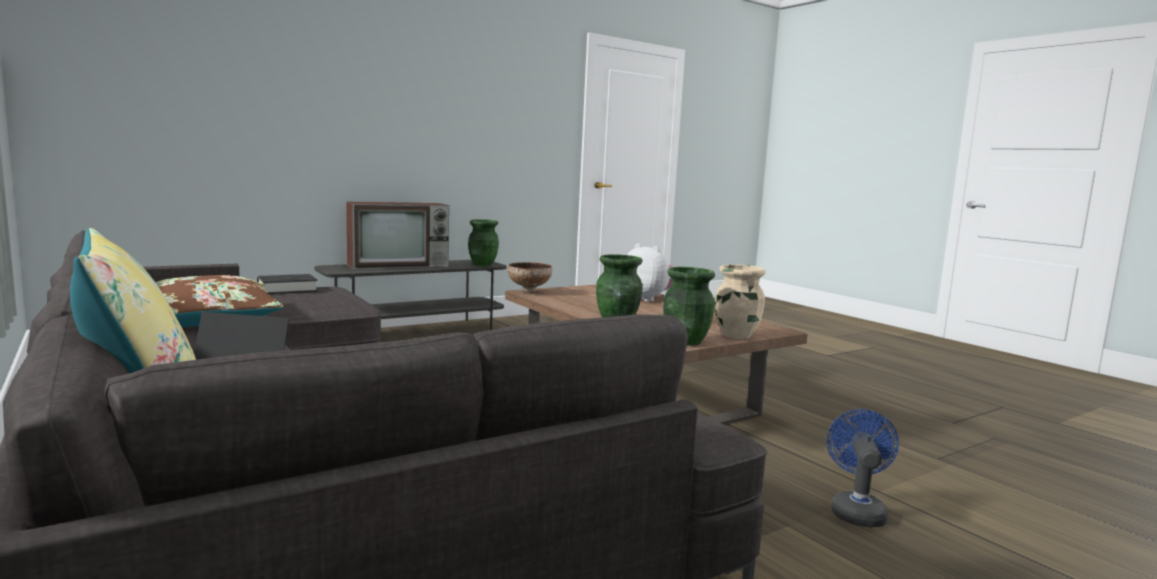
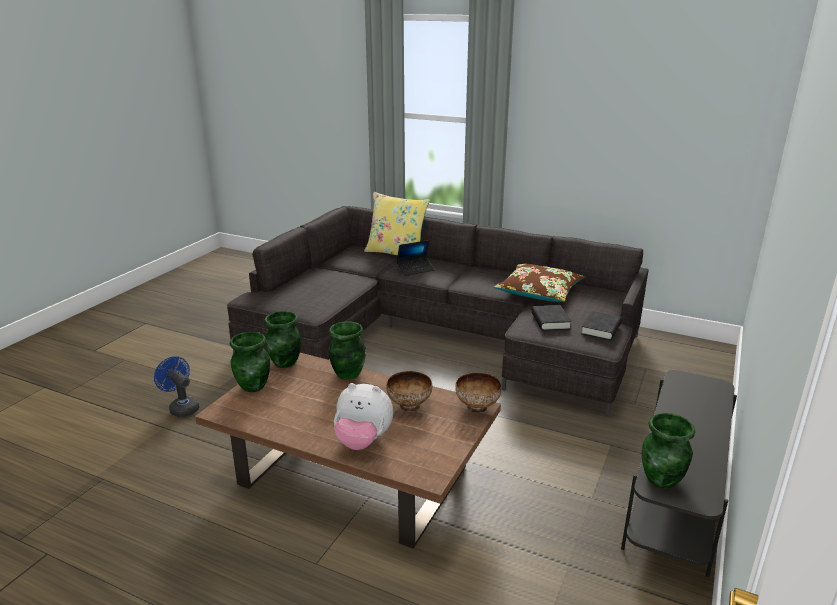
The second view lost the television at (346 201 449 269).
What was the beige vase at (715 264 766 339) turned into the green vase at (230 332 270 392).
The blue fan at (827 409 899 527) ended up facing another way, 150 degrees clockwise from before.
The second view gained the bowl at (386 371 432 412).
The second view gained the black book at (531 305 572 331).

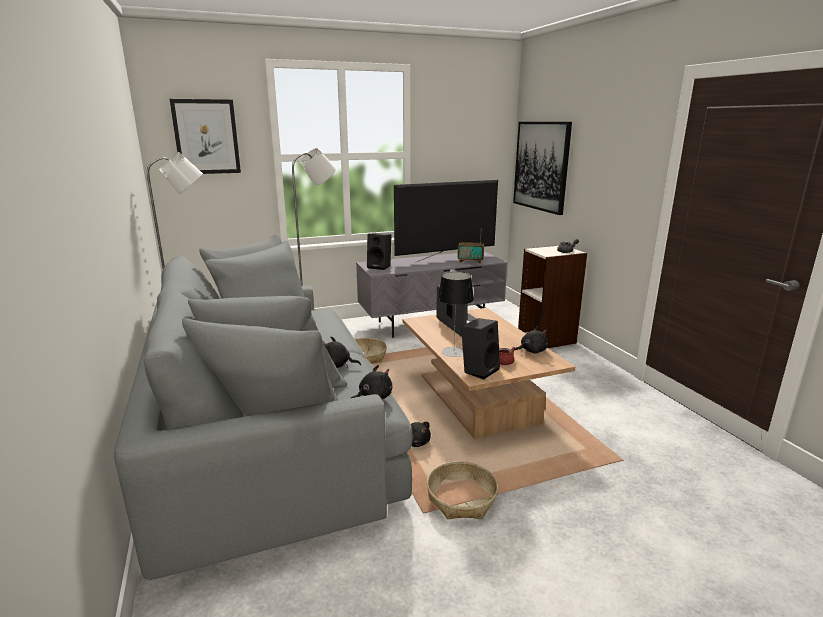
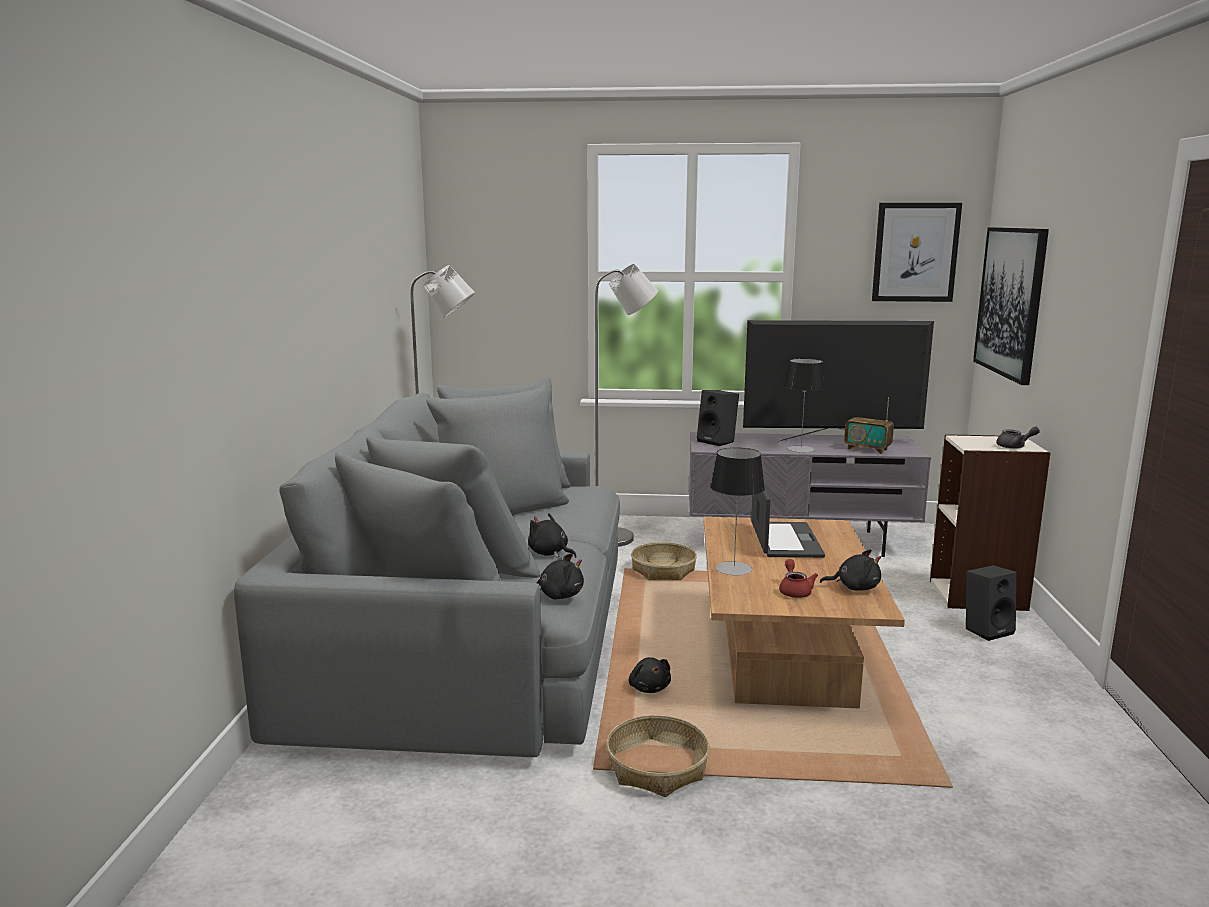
The picture ended up elsewhere, having gone from (170 99 241 174) to (872 203 962 302).
The black speaker ended up elsewhere, having gone from (461 318 500 379) to (966 565 1017 641).
The second view gained the table lamp at (785 358 825 452).

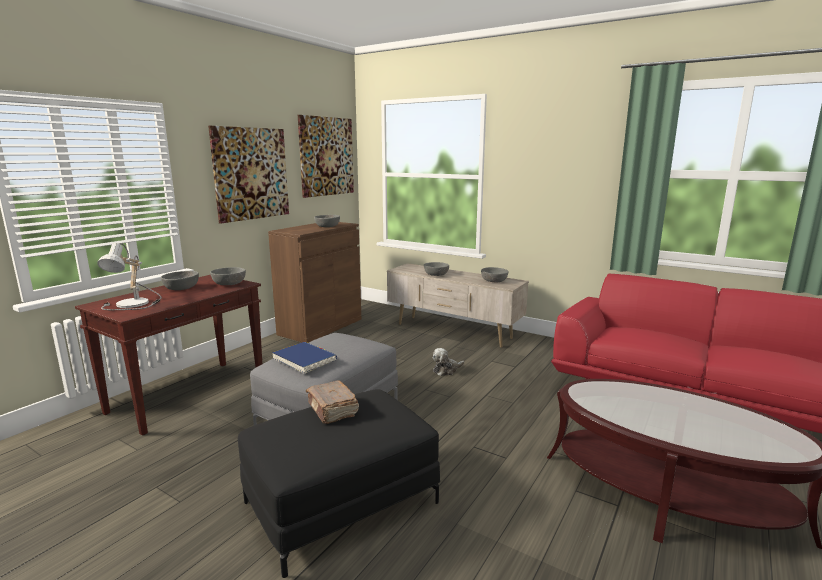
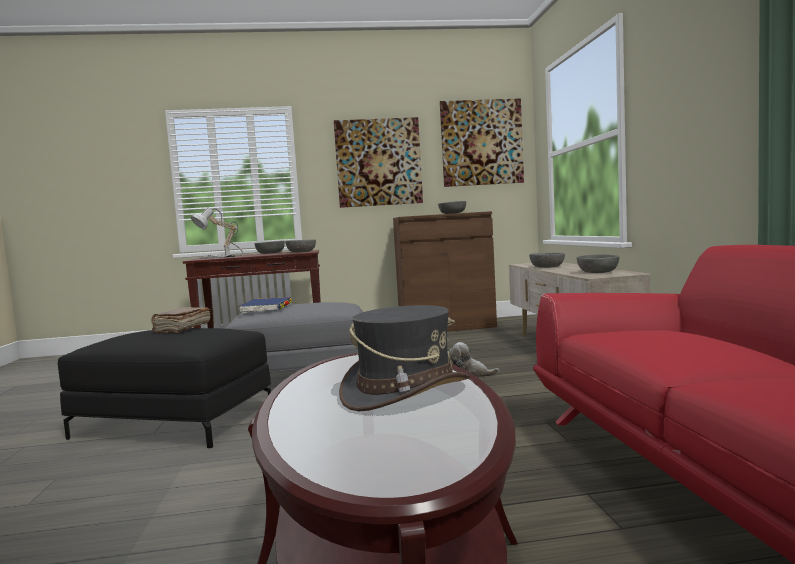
The second view gained the grey hat at (339 305 470 411).

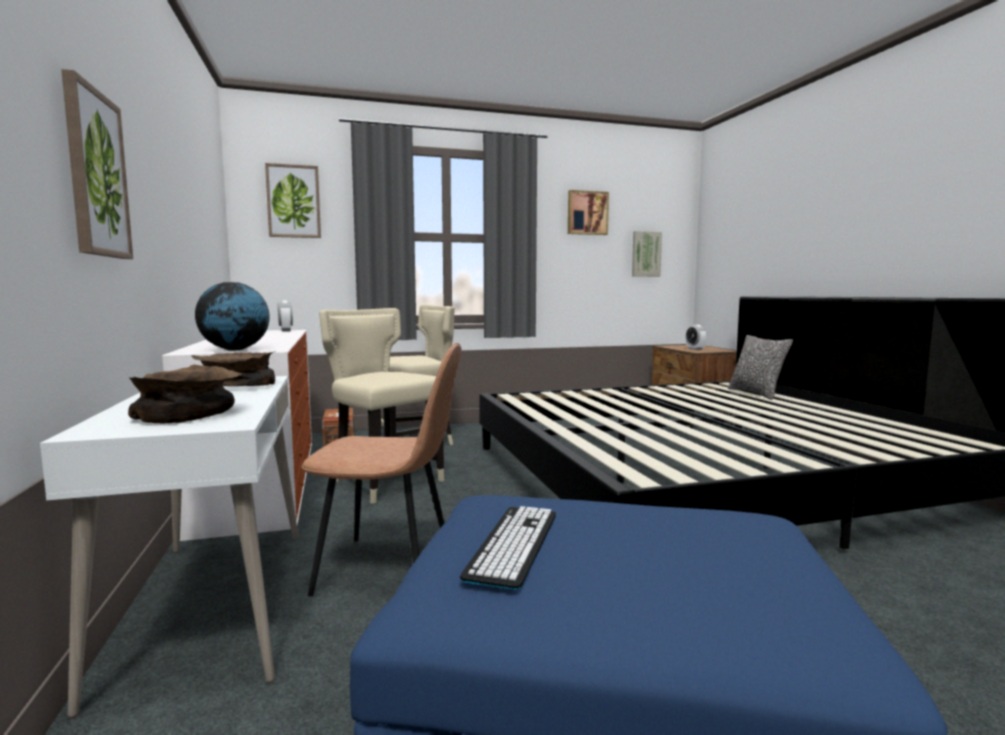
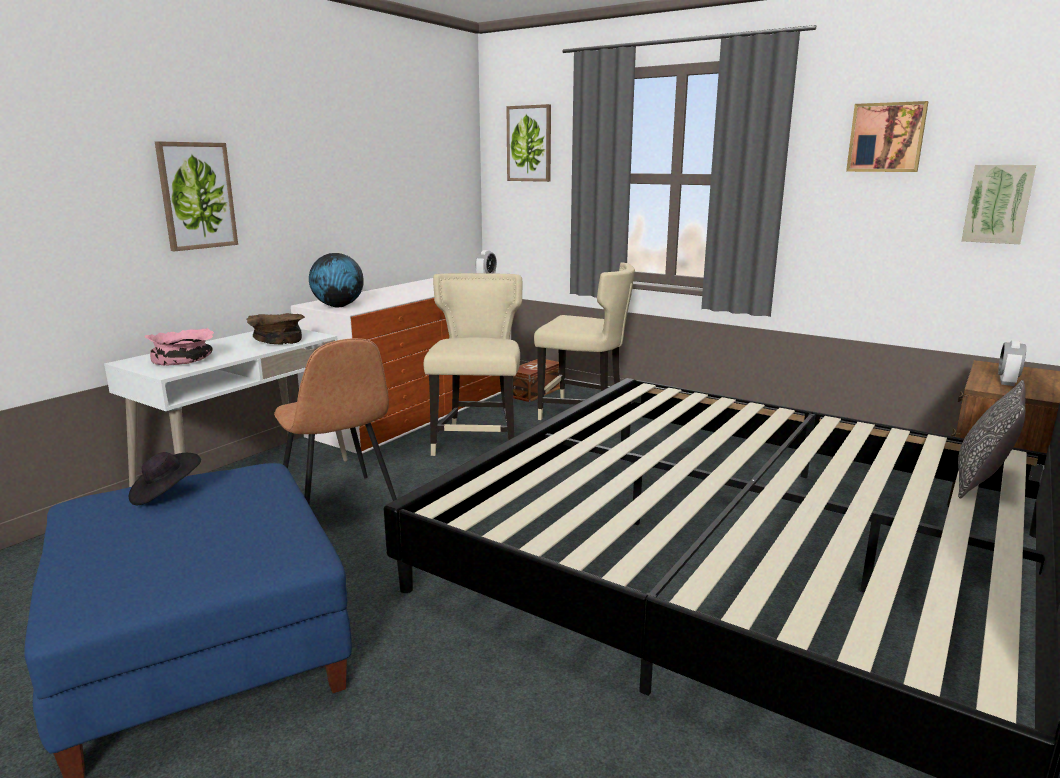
What was the brown bowl at (128 365 243 423) turned into the pink bowl at (145 328 214 365).
Where the keyboard stood at (460 506 556 590), the black hat came to stand at (129 452 201 505).

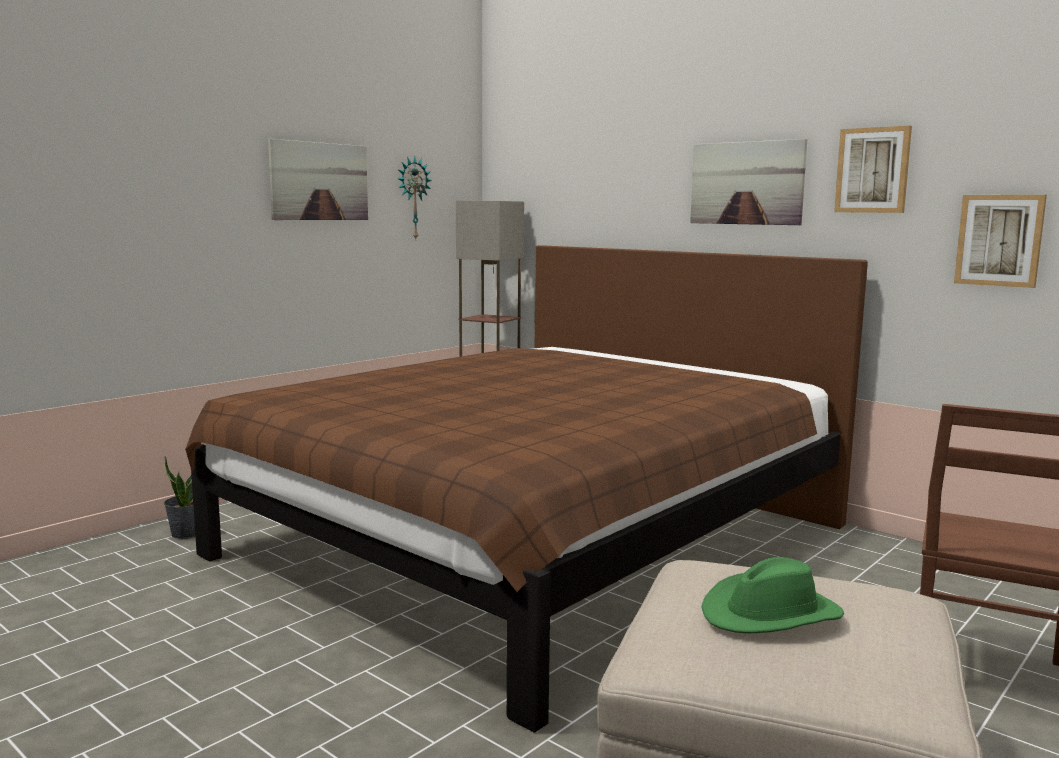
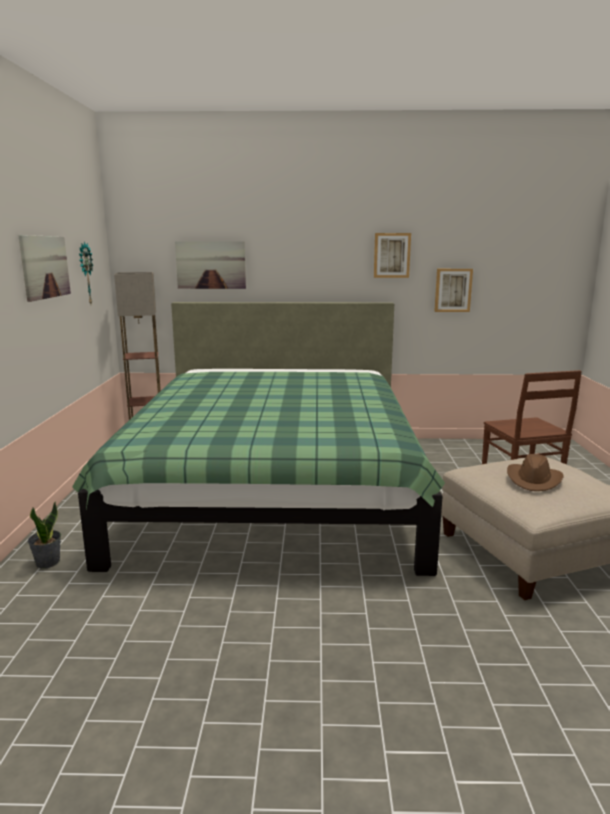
What was the brown bed at (185 245 868 733) turned into the green bed at (72 302 445 576).
The picture ended up elsewhere, having gone from (690 139 807 225) to (175 241 246 289).
What was the green hat at (701 557 844 633) turned into the brown hat at (507 454 564 491).

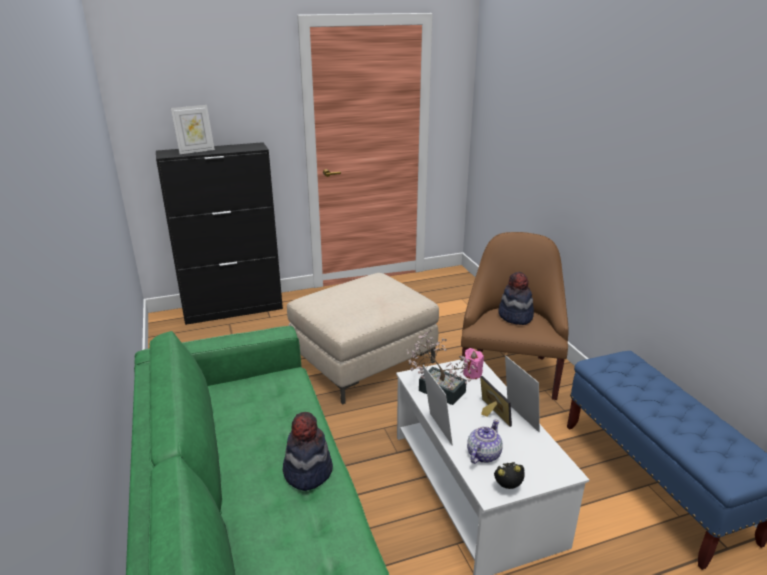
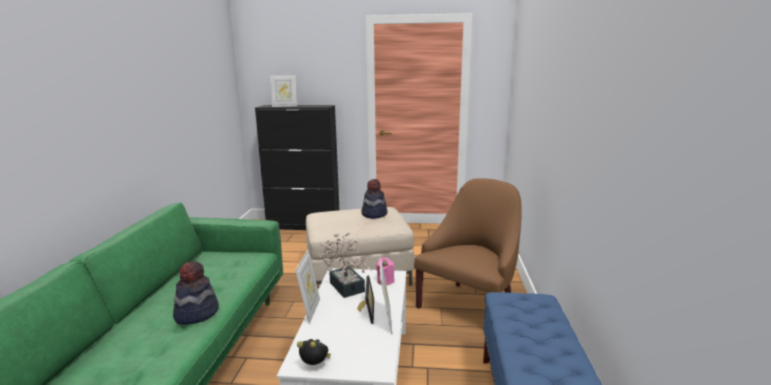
The second view lost the teapot at (467 419 502 464).
The hat ended up elsewhere, having gone from (498 272 534 325) to (361 179 388 219).

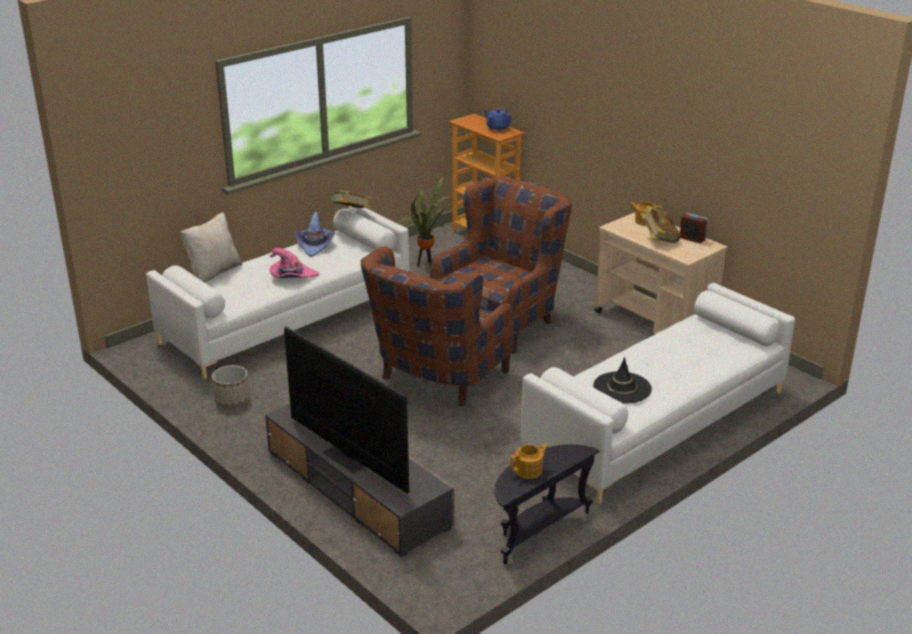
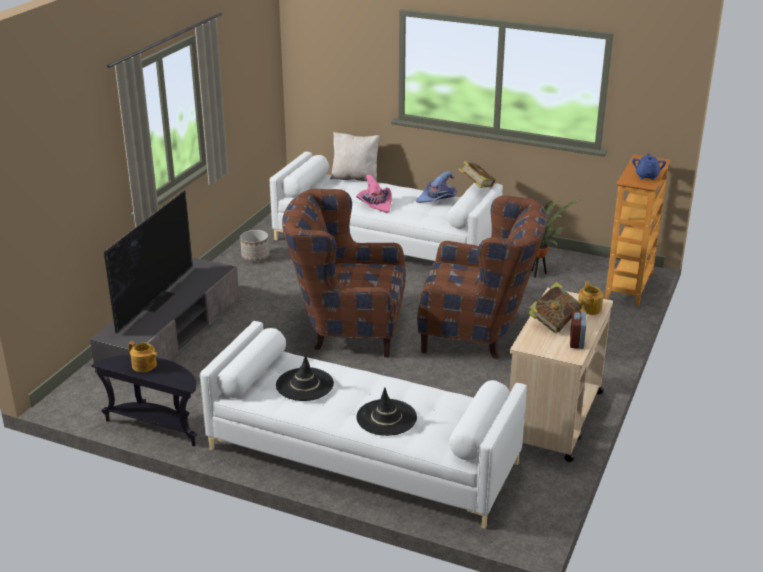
The second view gained the black hat at (356 387 417 436).

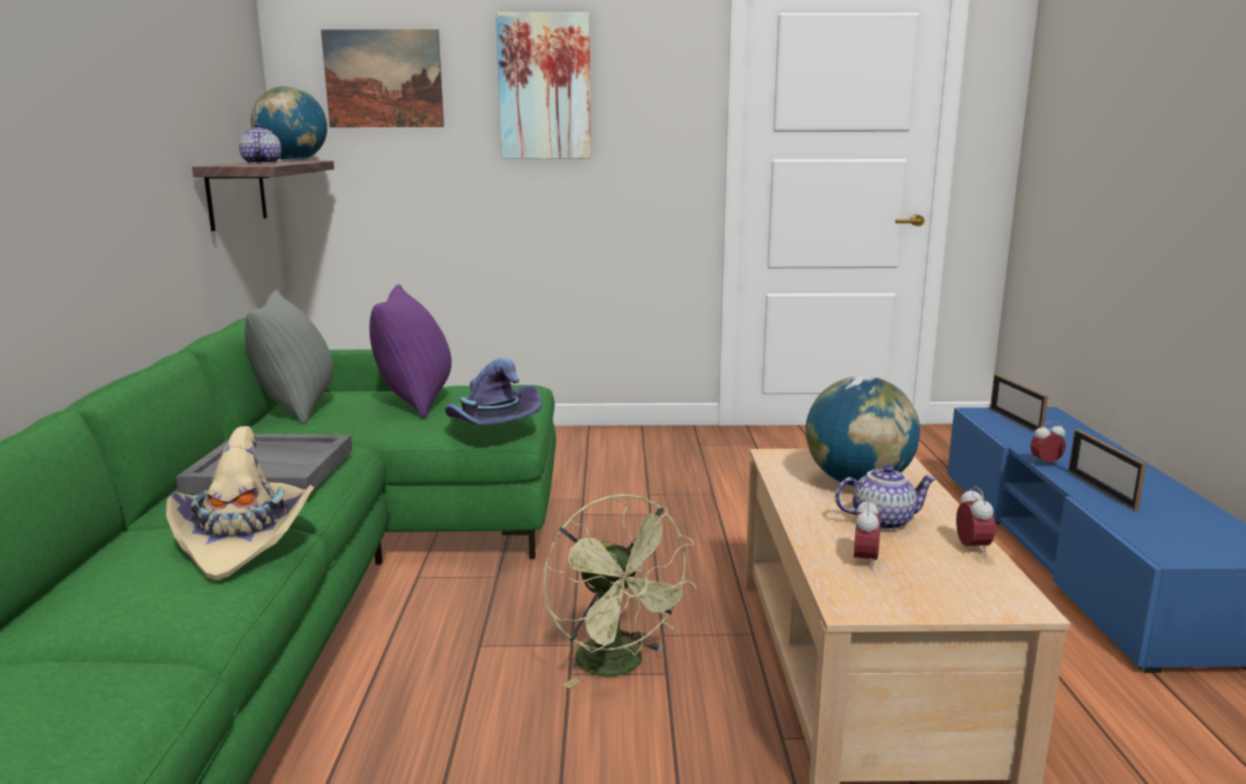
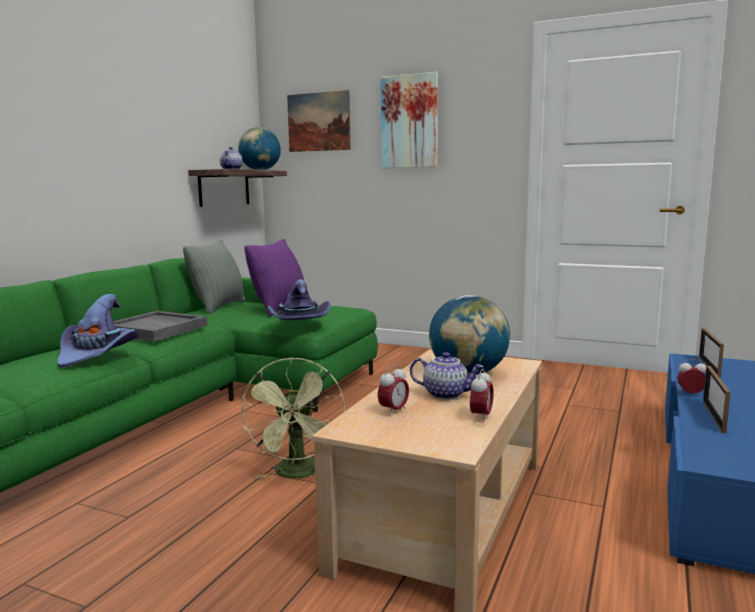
What was the beige hat at (166 426 314 580) turned into the purple hat at (57 294 138 368).

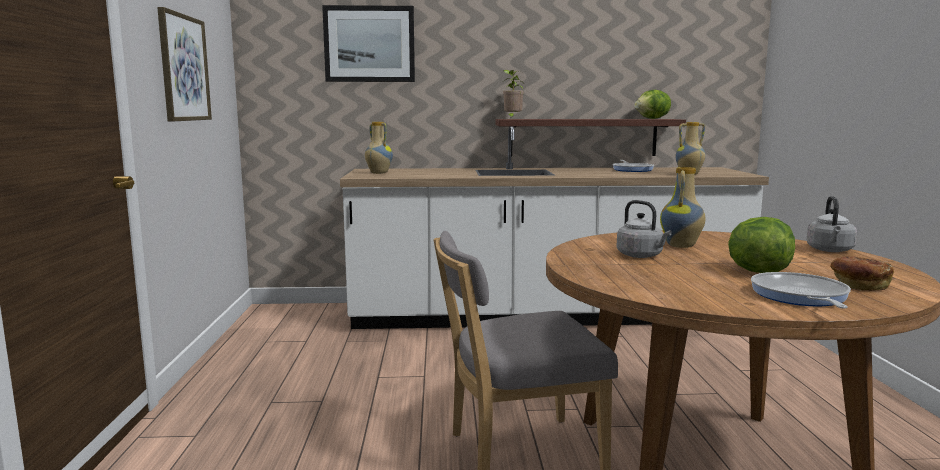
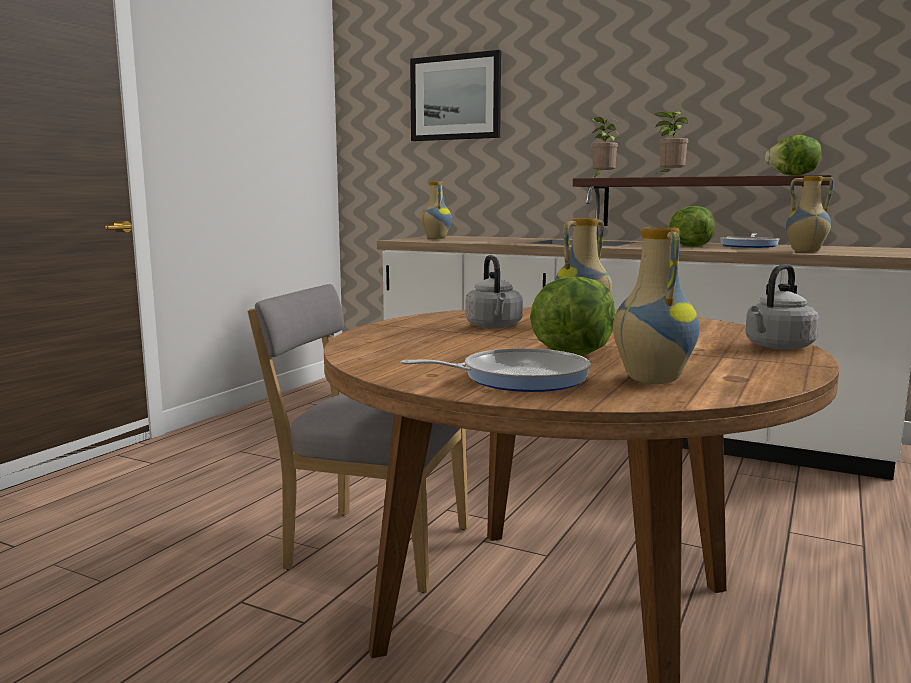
The second view lost the picture at (157 7 212 121).
The frying pan at (751 272 851 309) ended up facing another way, 45 degrees clockwise from before.
Where the bread stood at (830 257 894 291), the vase came to stand at (613 227 700 384).
The second view gained the potted plant at (655 111 688 173).
The second view gained the lettuce at (669 206 715 247).

